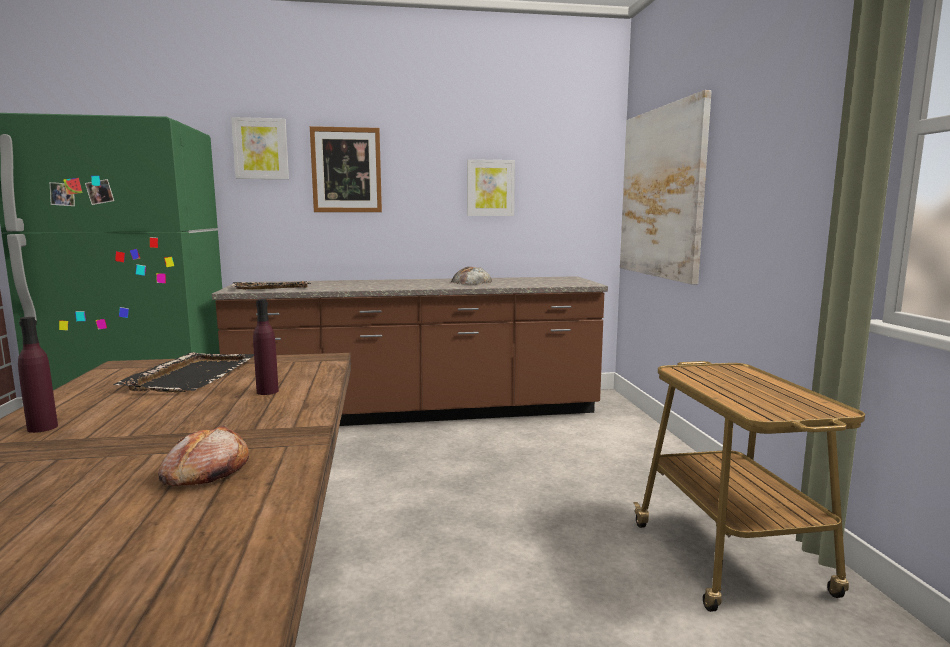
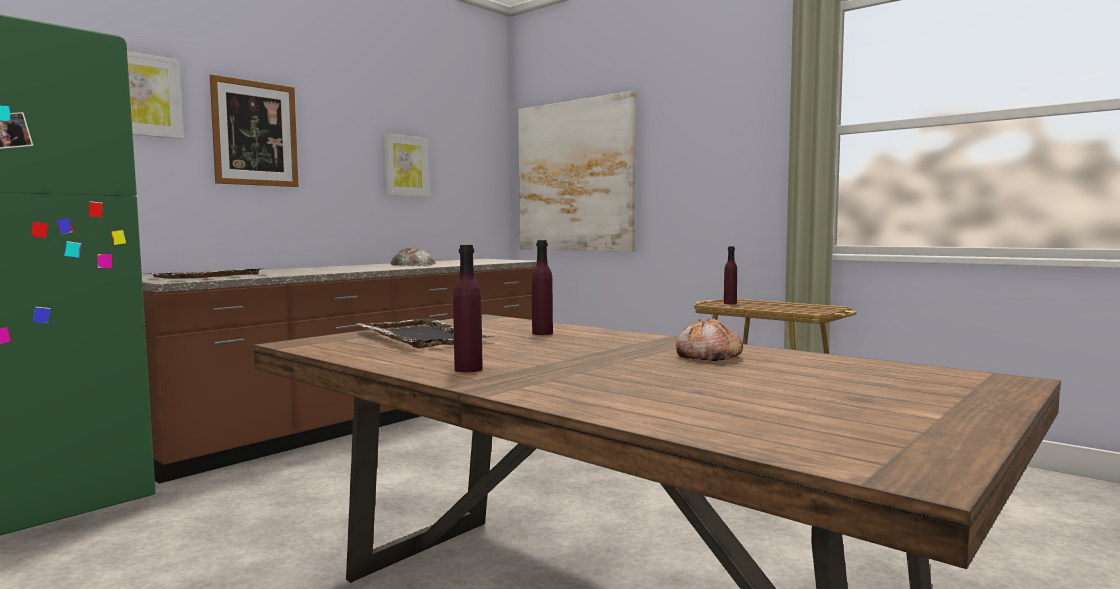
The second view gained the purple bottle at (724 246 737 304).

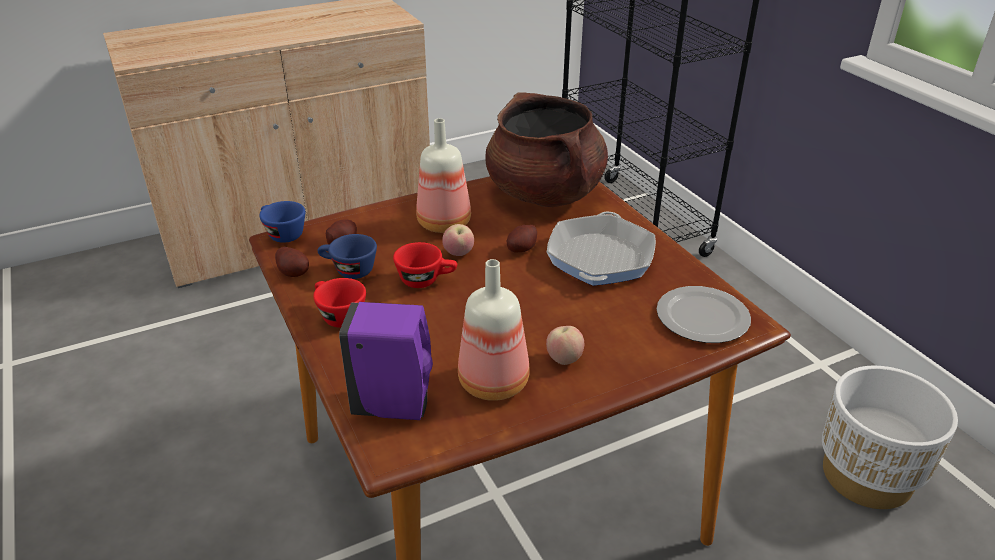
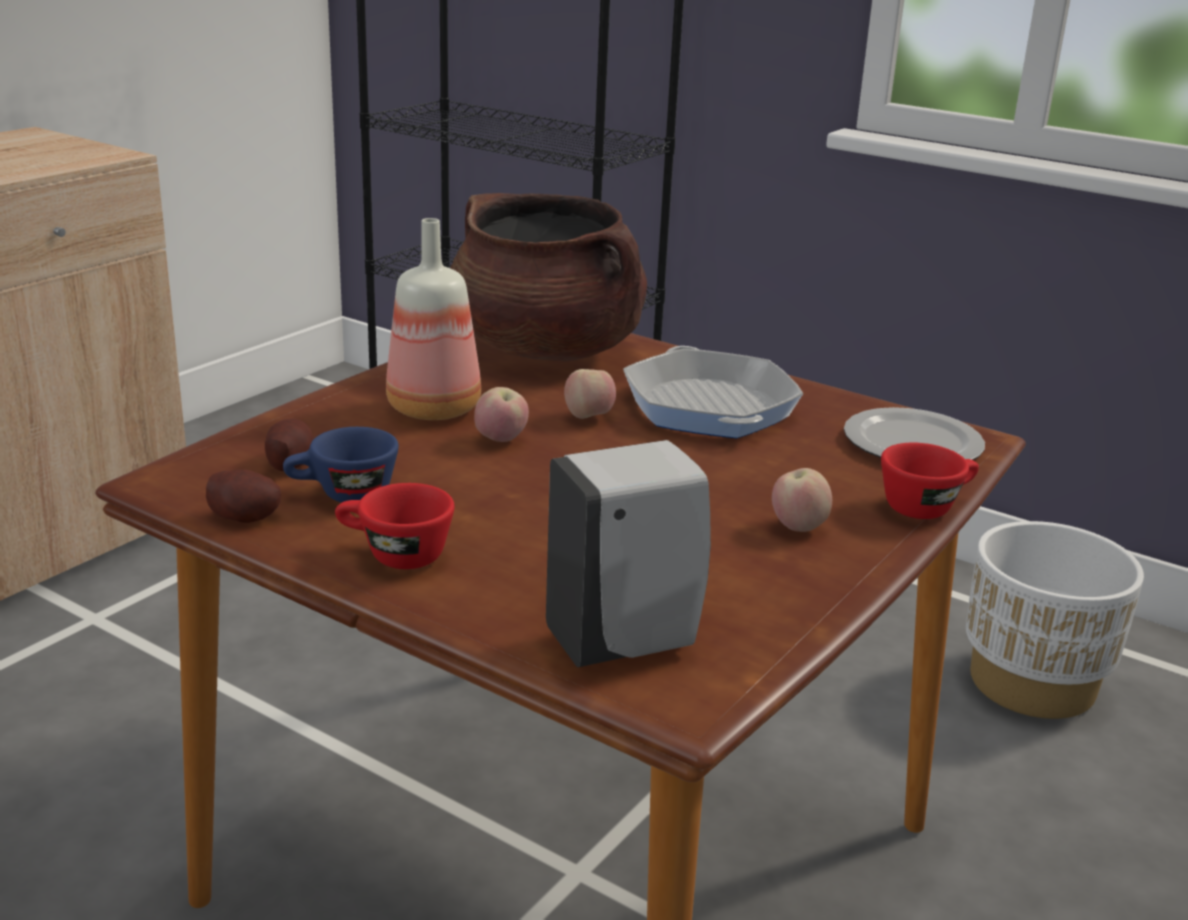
The second view lost the blue cup at (259 201 305 243).
What was the purple soap dispenser at (339 302 433 420) turned into the white soap dispenser at (546 440 711 667).
The red cup ended up elsewhere, having gone from (393 242 457 288) to (881 443 979 519).
The second view lost the bottle at (458 259 530 401).
Where the potato stood at (506 225 537 253), the apple came to stand at (564 369 616 419).

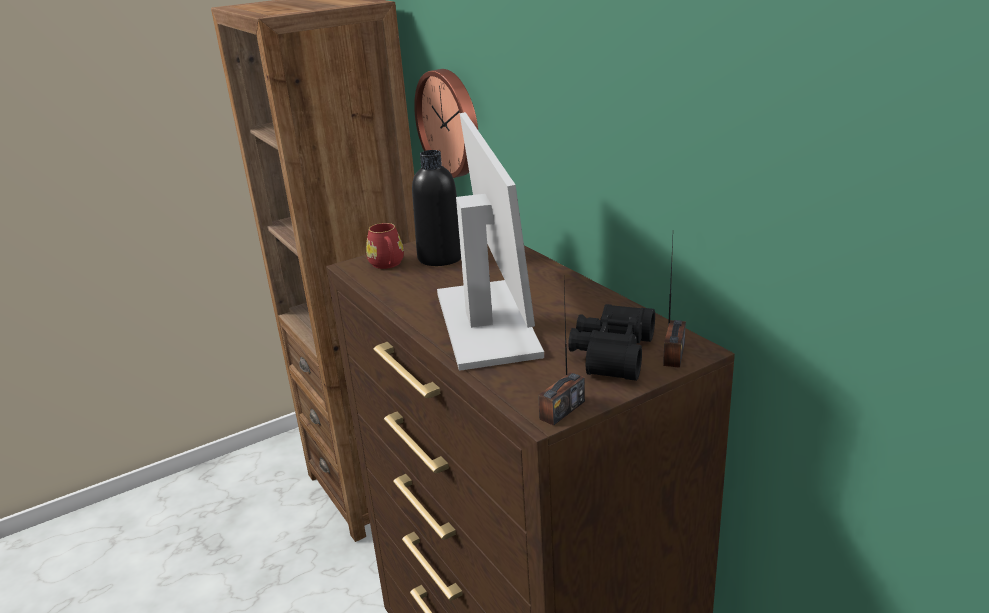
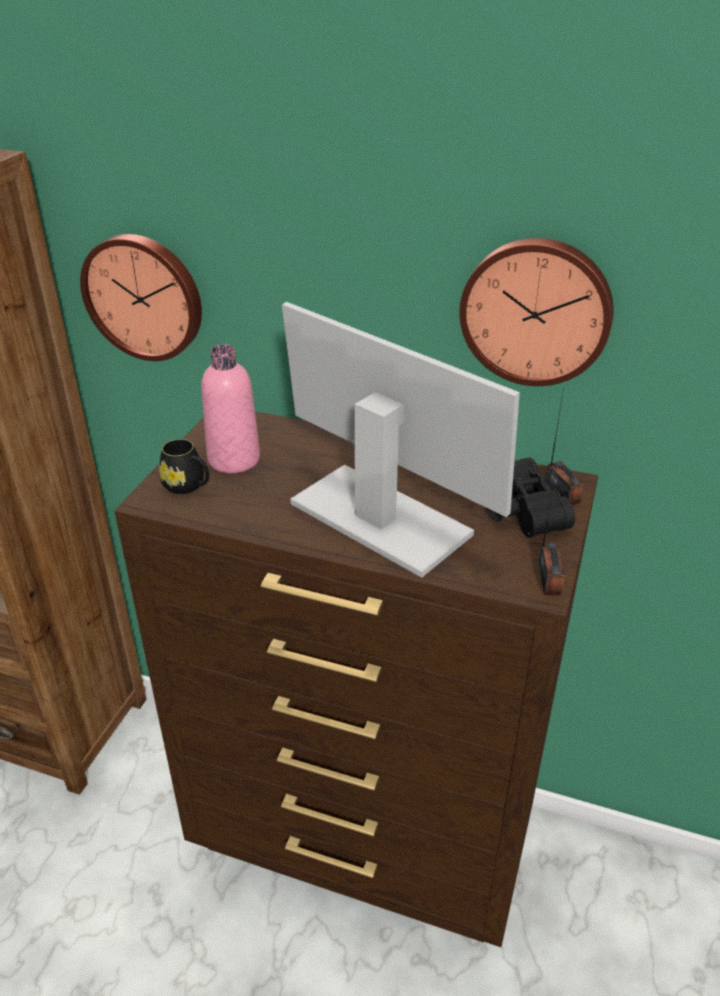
What was the red mug at (366 223 404 269) turned into the black mug at (159 439 209 494).
What was the black bottle at (412 150 461 266) turned into the pink bottle at (201 344 260 473).
The second view gained the wall clock at (459 238 613 386).

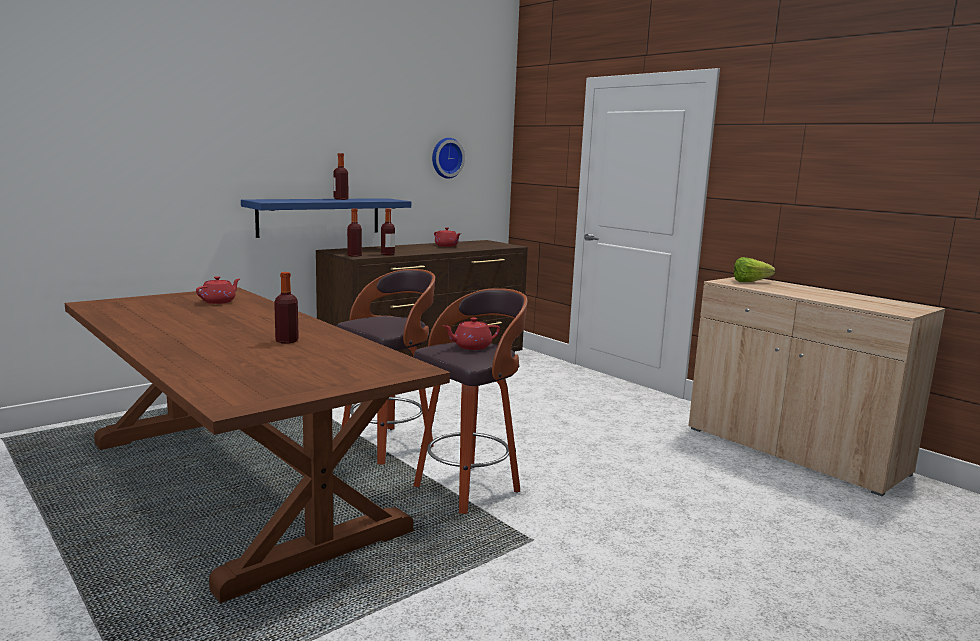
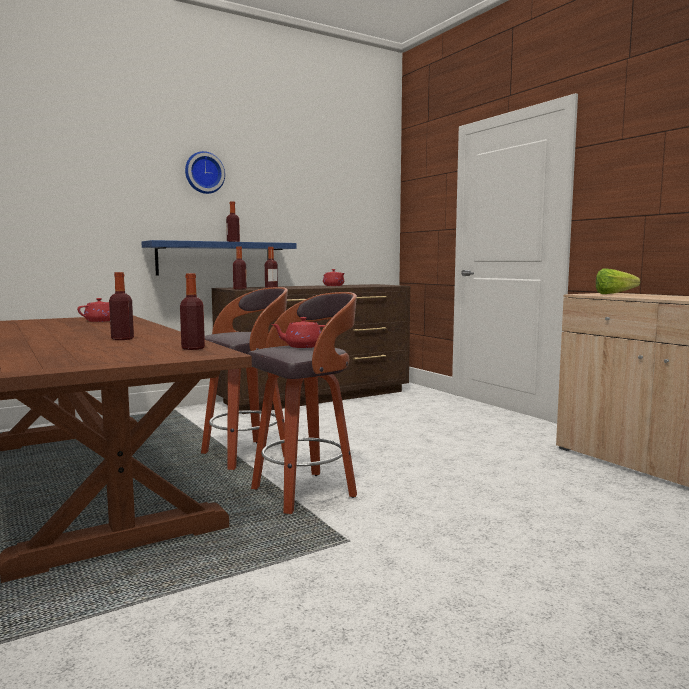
The wall clock ended up elsewhere, having gone from (432 138 465 179) to (185 151 225 194).
The second view gained the bottle at (180 273 205 350).

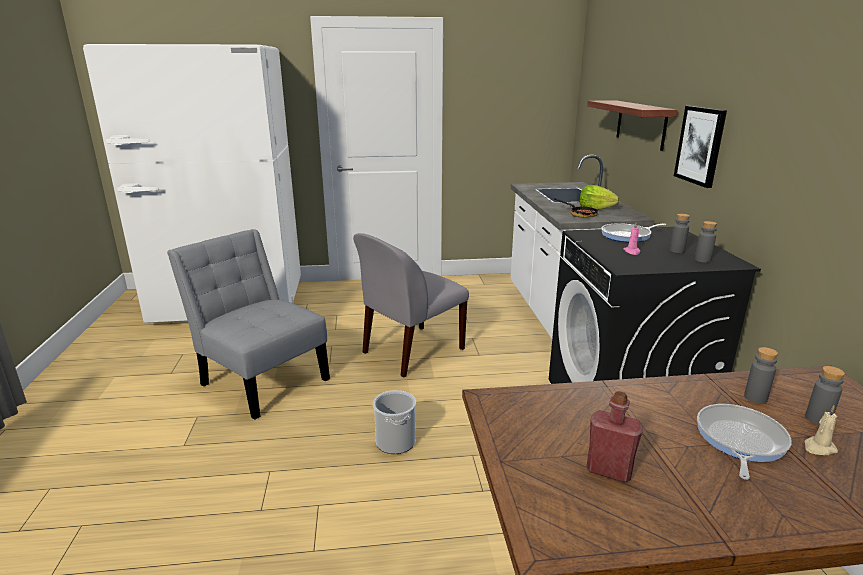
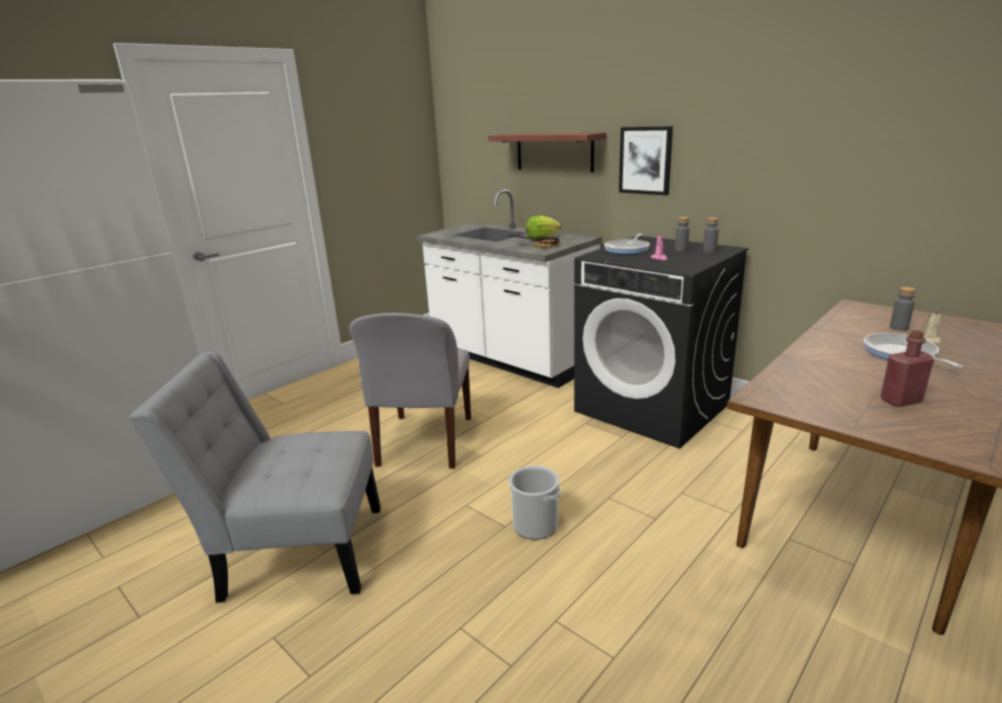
The second view lost the grey bottle at (744 347 778 404).

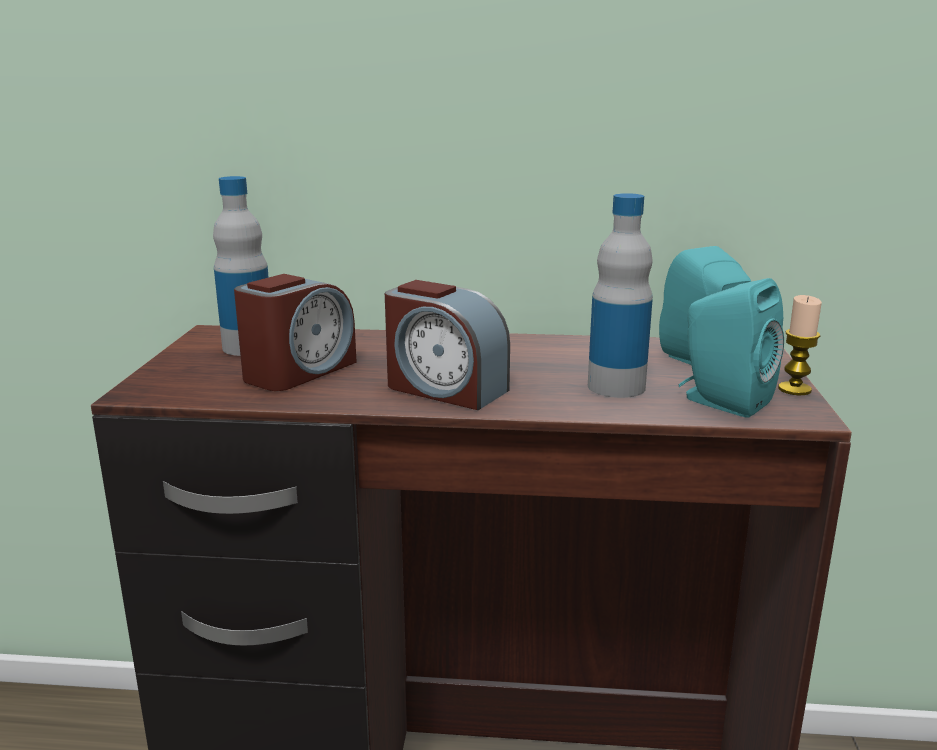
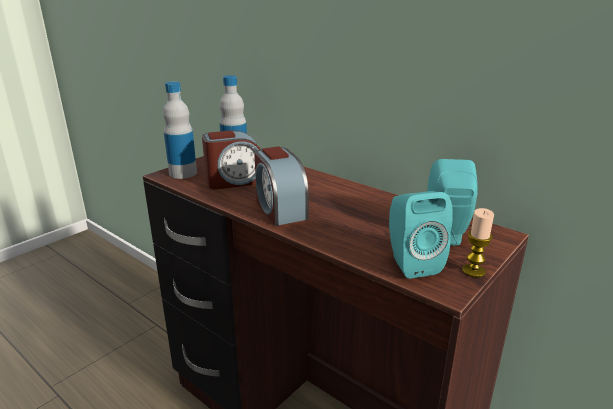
The bottle ended up elsewhere, having gone from (588 193 653 398) to (163 81 197 179).

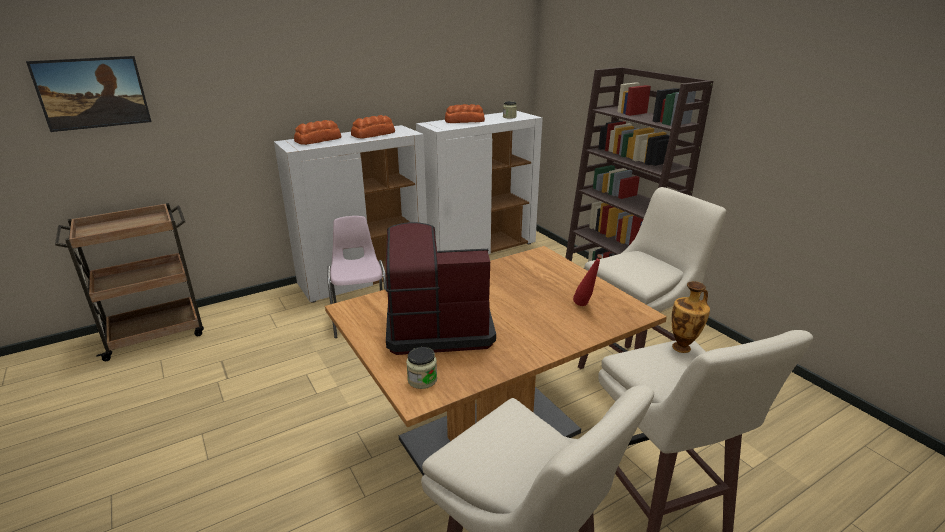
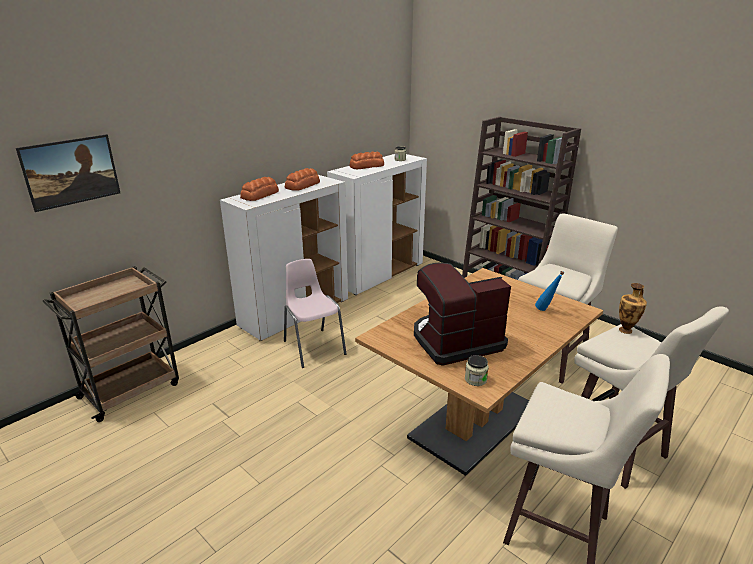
What was the red bottle at (573 254 602 306) turned into the blue bottle at (535 271 564 311).

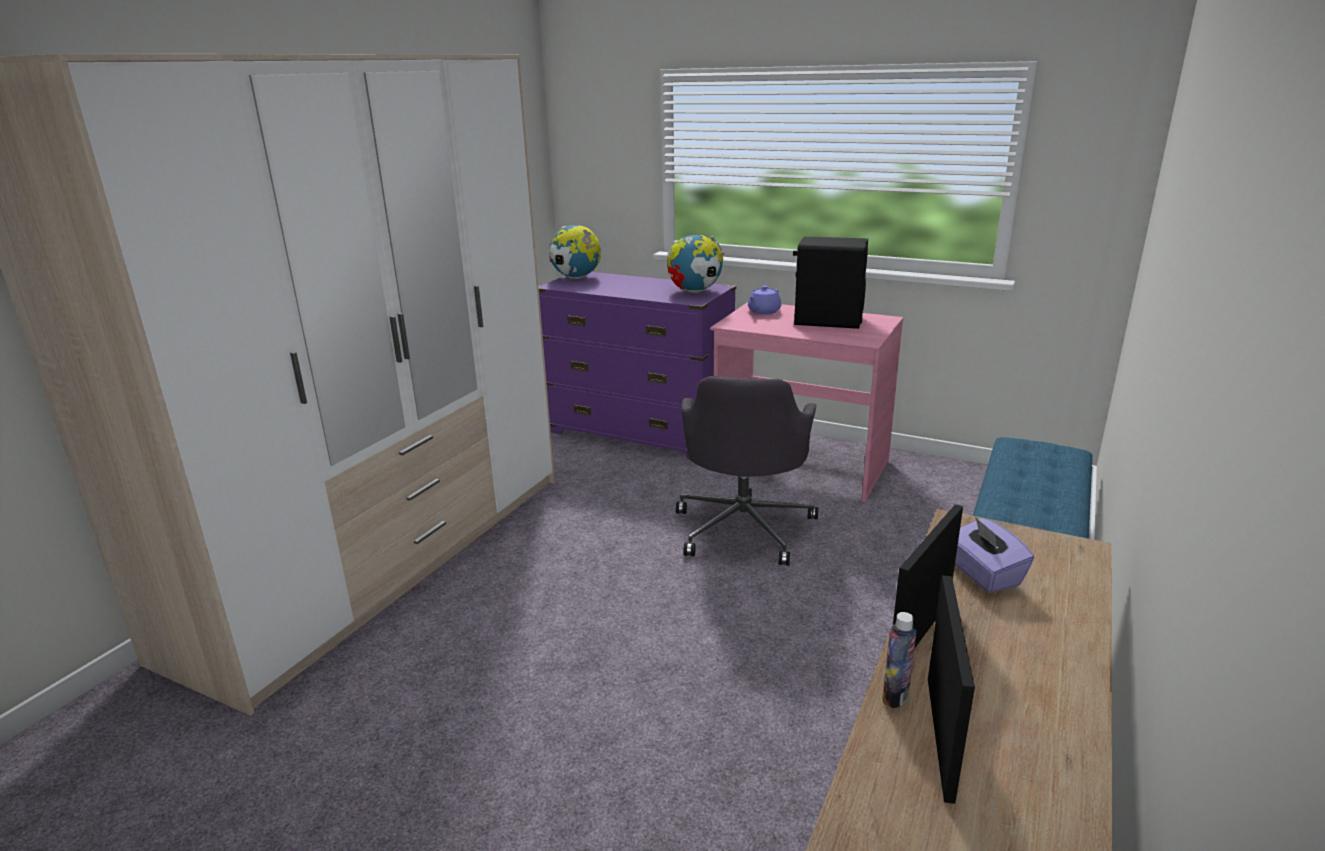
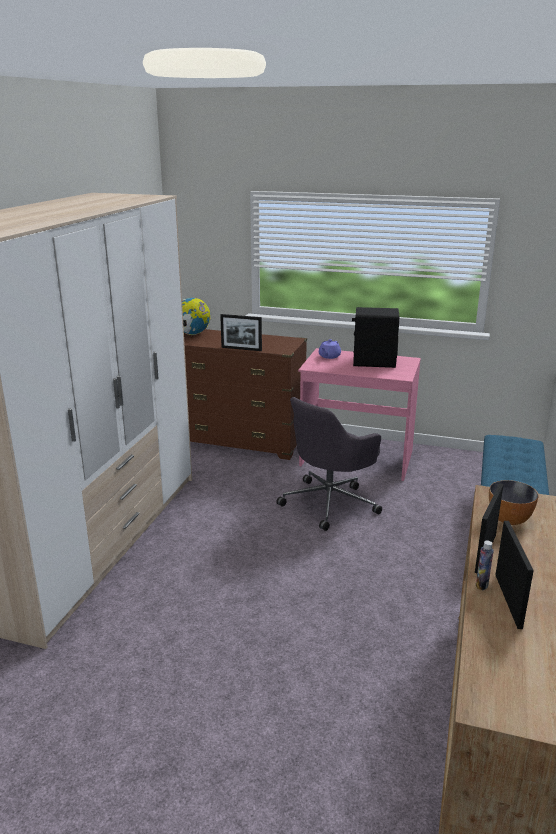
What was the purple dresser at (538 272 736 460) turned into the brown dresser at (184 329 307 460).
The second view lost the globe at (667 234 724 293).
The grey office chair at (676 376 818 565) ended up facing another way, 45 degrees clockwise from before.
Where the purple tissue box stood at (955 517 1034 593), the bowl came to stand at (489 480 539 525).
The second view gained the picture frame at (220 314 262 351).

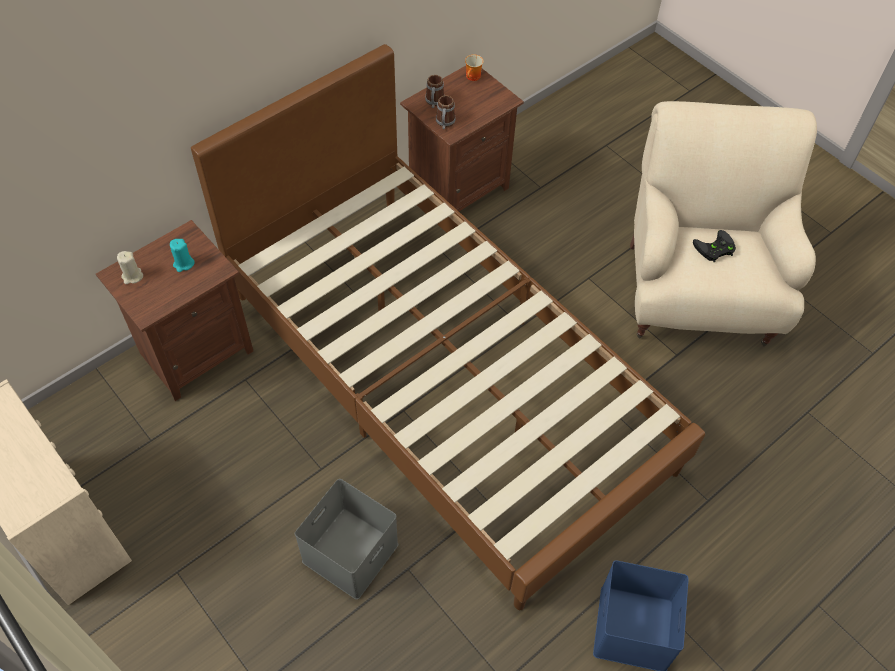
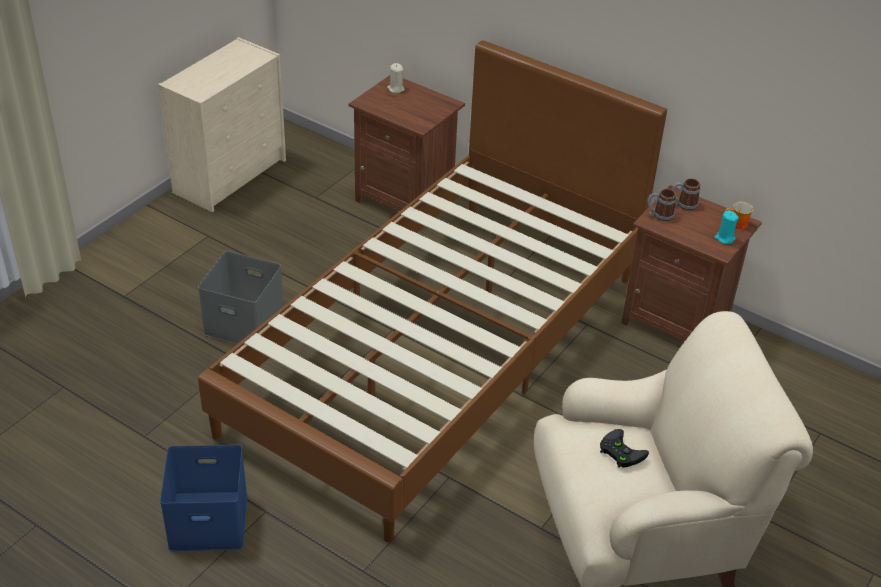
The turquoise candle ended up elsewhere, having gone from (170 239 195 272) to (714 210 739 244).

